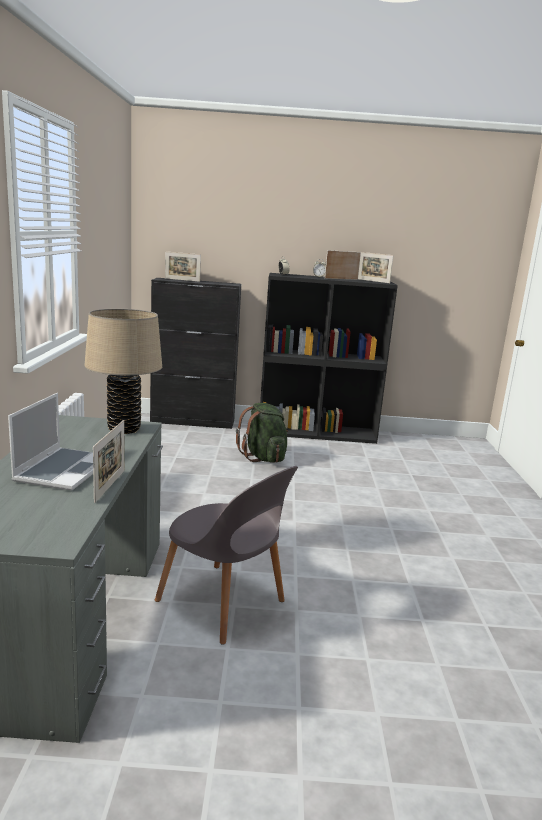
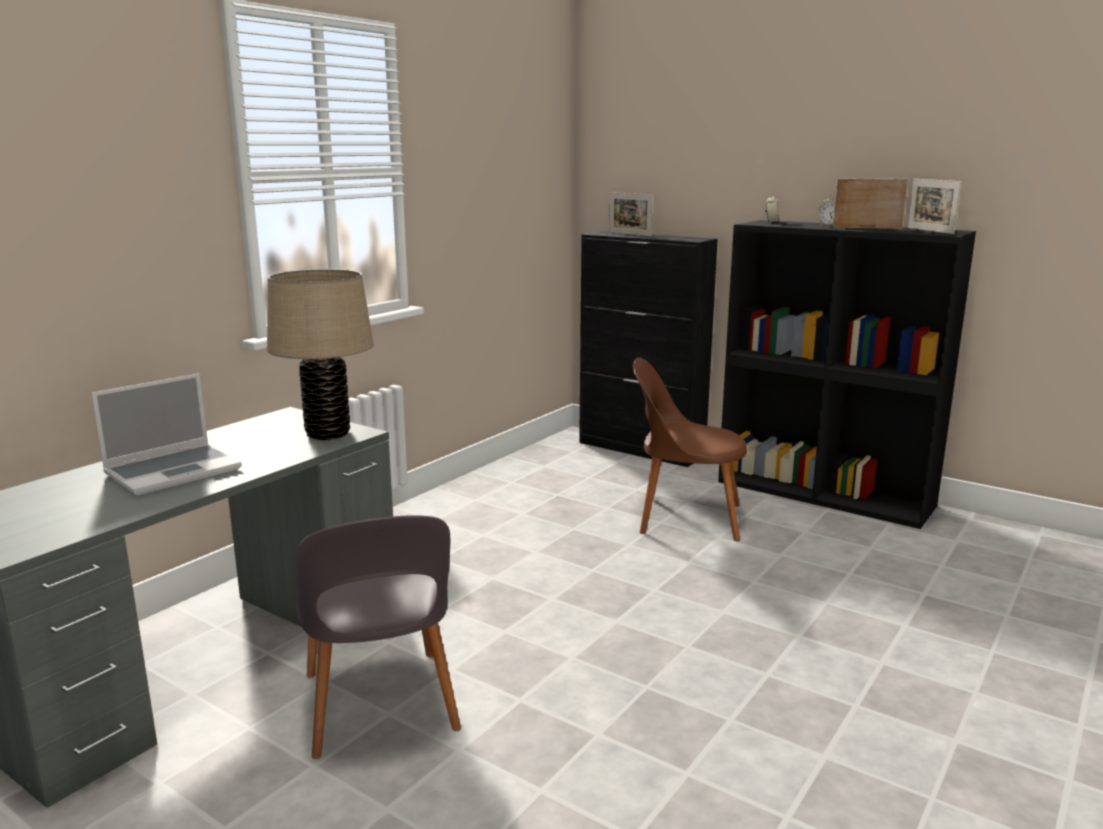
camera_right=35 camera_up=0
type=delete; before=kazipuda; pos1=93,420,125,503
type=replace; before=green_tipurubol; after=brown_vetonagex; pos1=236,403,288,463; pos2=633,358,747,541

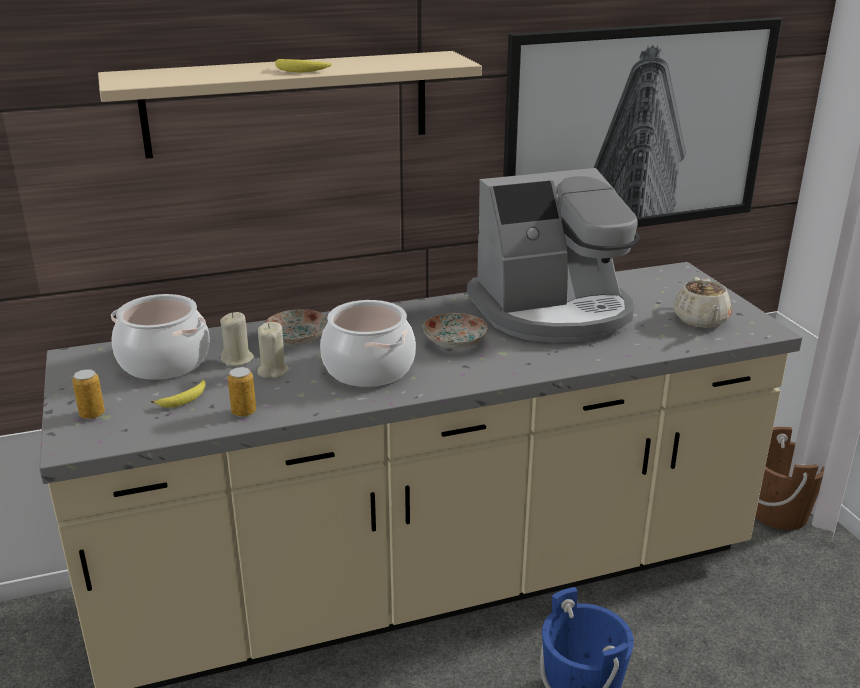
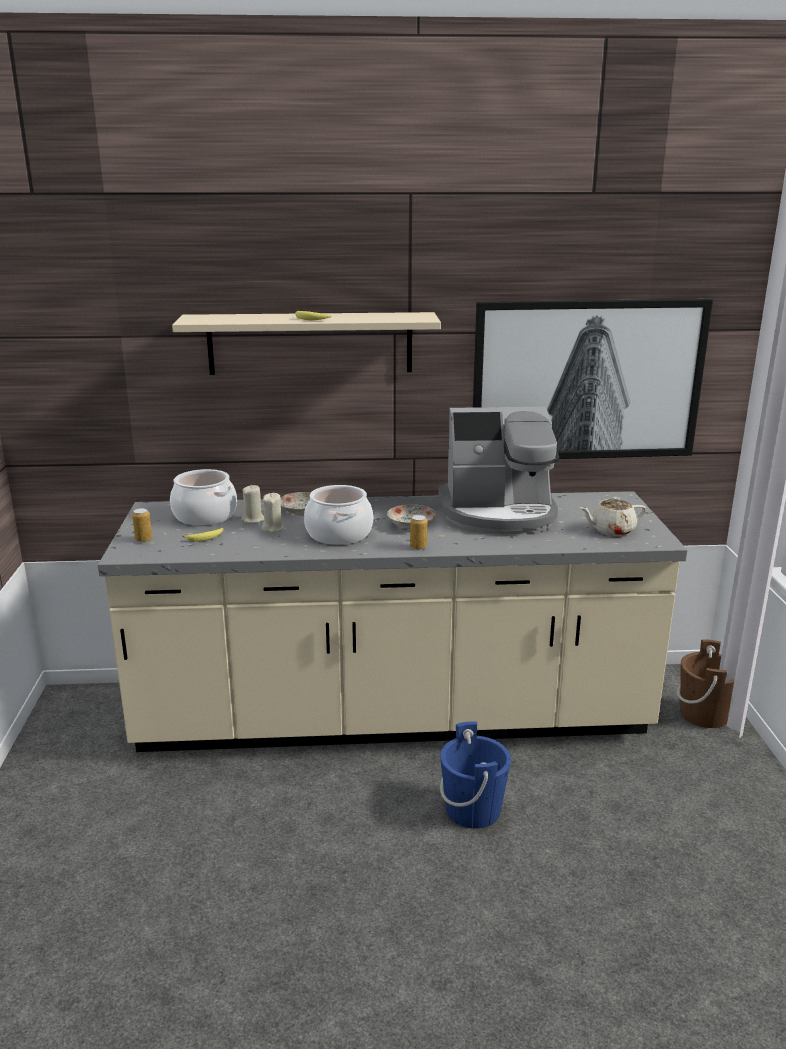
camera_right=15 camera_up=-5
type=move; before=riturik; pos1=228,367,256,417; pos2=410,515,427,550
type=rotate; before=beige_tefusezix; pos1=674,277,732,328; pos2=580,497,646,536; turn=60

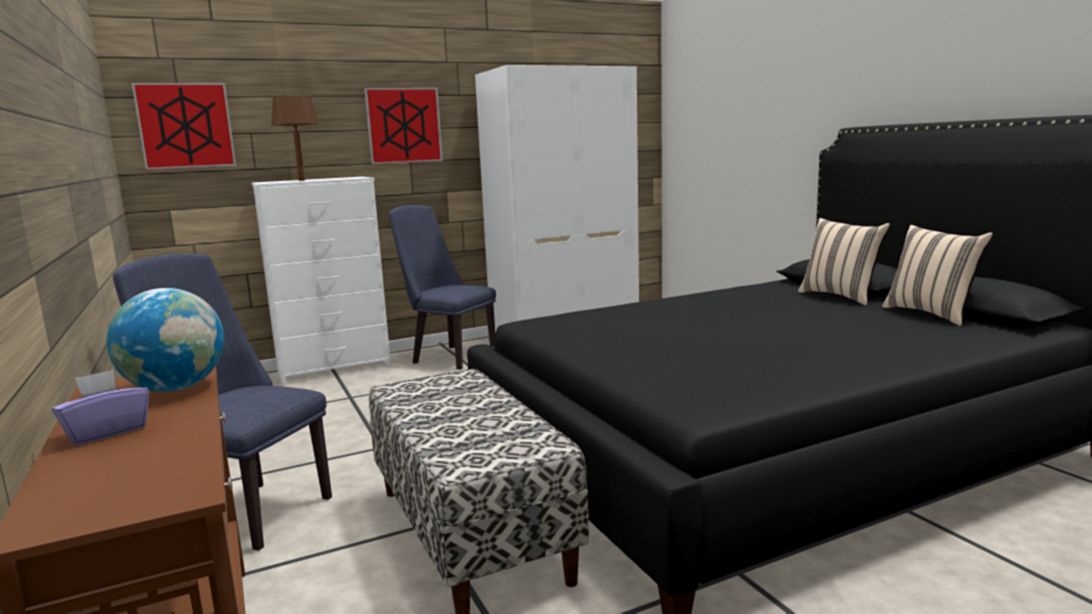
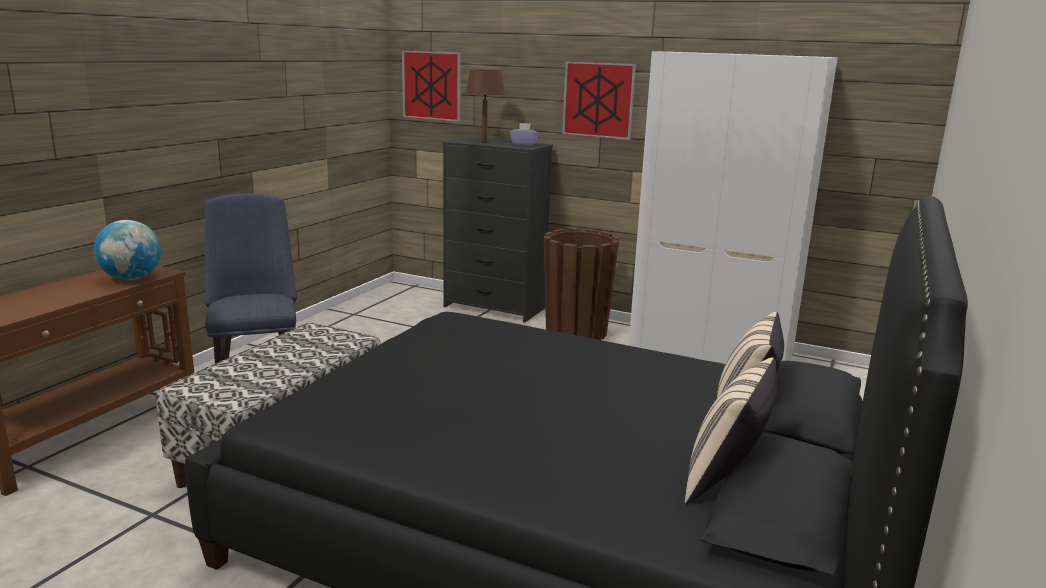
camera_right=50 camera_up=5
type=move; before=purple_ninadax; pos1=52,369,149,445; pos2=510,123,538,146
type=recolor; before=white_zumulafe; after=black_zumulafe; pos1=252,177,391,385; pos2=443,137,553,323
type=replace; before=blue_vetonagex; after=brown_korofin; pos1=389,205,496,370; pos2=544,229,619,340

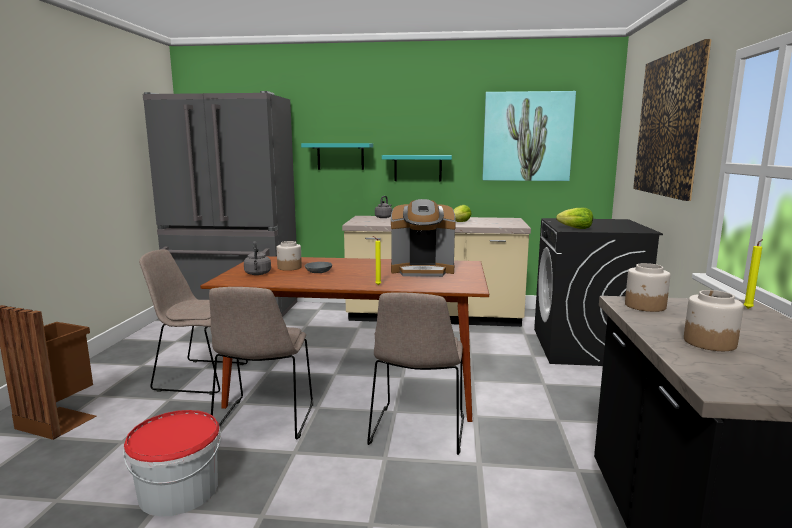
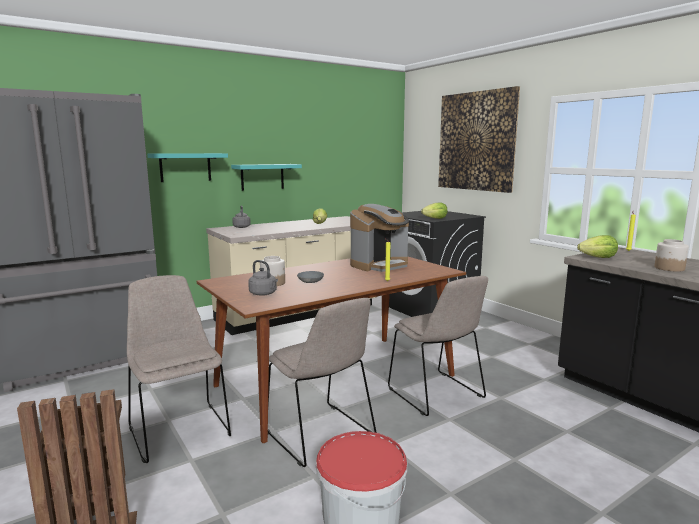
camera_right=-40 camera_up=0
type=rotate; before=beige_vetonagex; pos1=139,250,248,395; pos2=127,275,231,463; turn=90
type=delete; before=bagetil; pos1=482,91,576,181
type=replace; before=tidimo; after=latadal; pos1=625,263,670,312; pos2=577,235,618,258

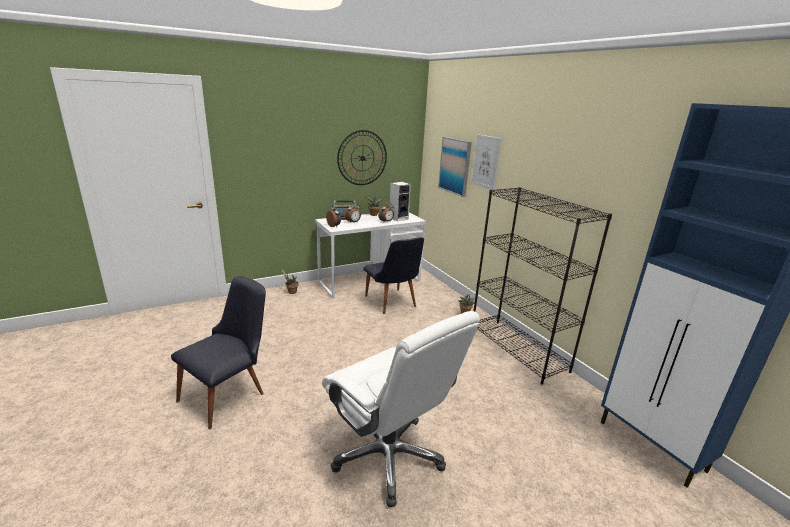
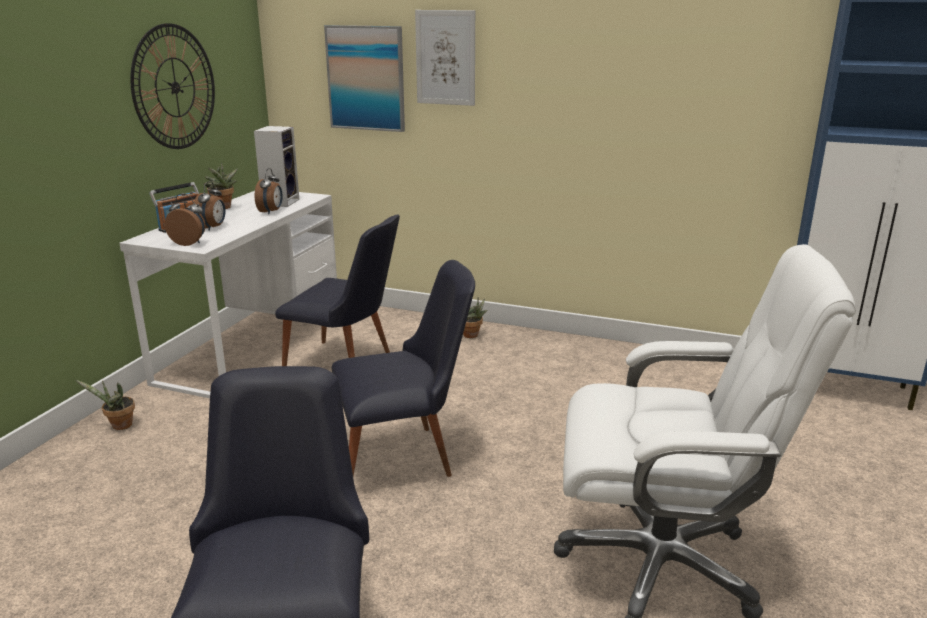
camera_right=-40 camera_up=0
type=delete; before=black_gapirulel; pos1=474,187,612,384
type=insert; after=black_vetonagex; pos2=332,260,475,477

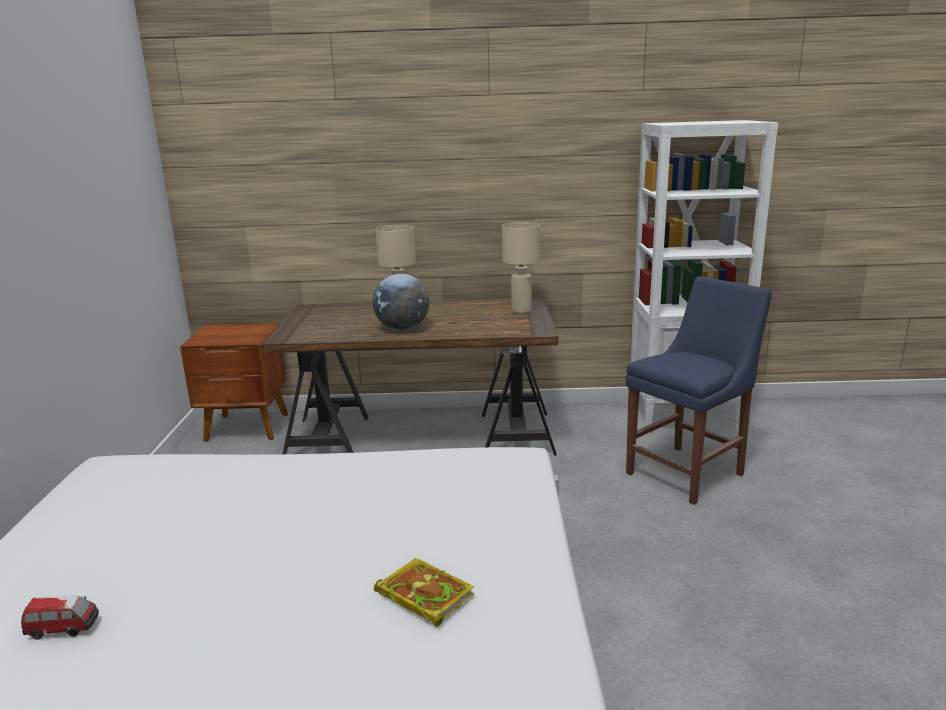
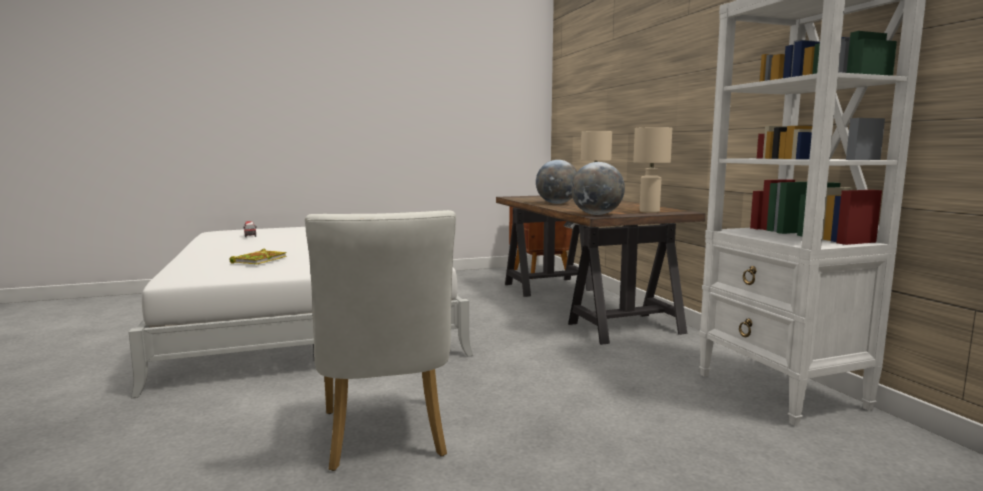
camera_right=70 camera_up=-10
type=delete; before=blue_vetonagex; pos1=625,276,772,505
type=insert; after=white_vetonagex; pos2=305,210,456,471
type=insert; after=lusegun; pos2=571,162,625,215

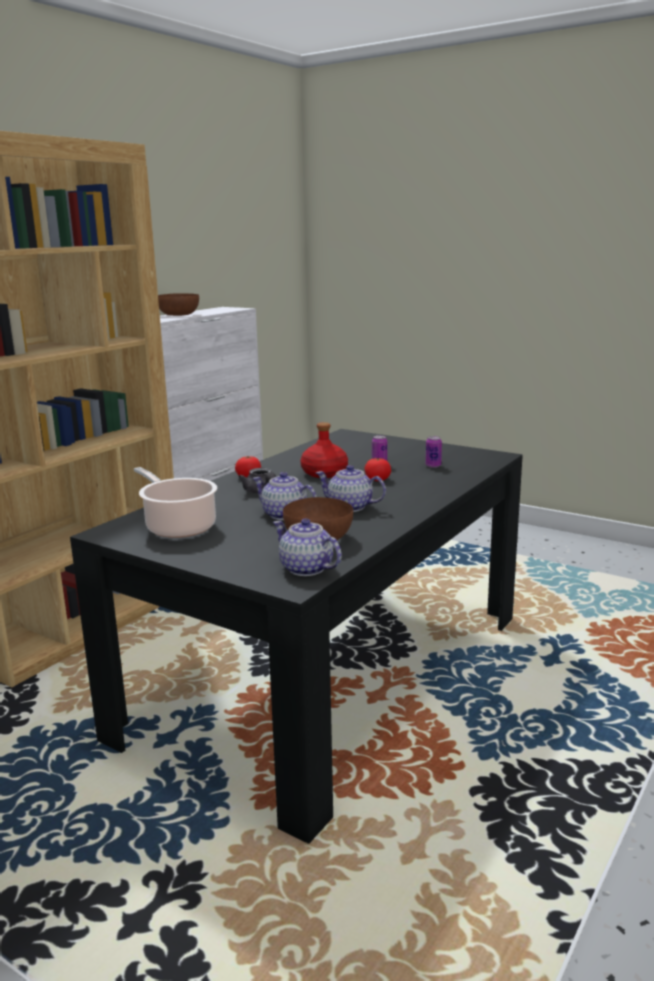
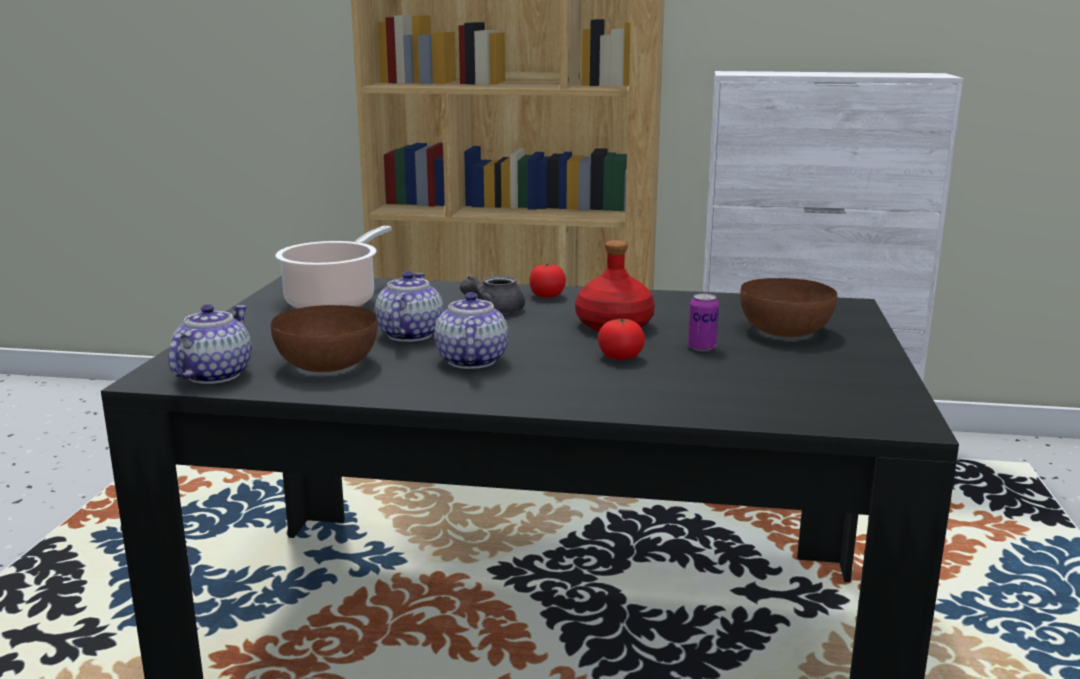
camera_right=65 camera_up=0
type=move; before=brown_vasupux; pos1=158,293,199,316; pos2=740,278,837,337
type=delete; before=riturik; pos1=426,436,442,468

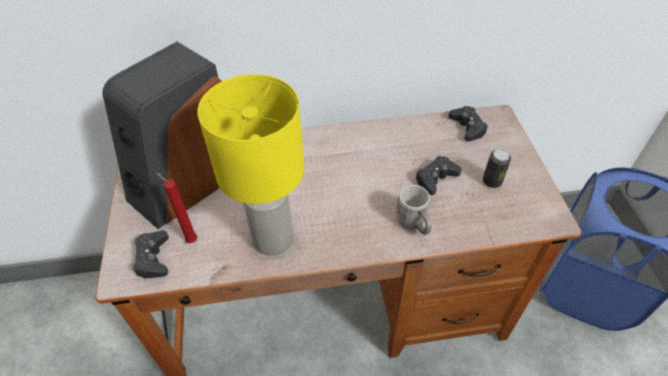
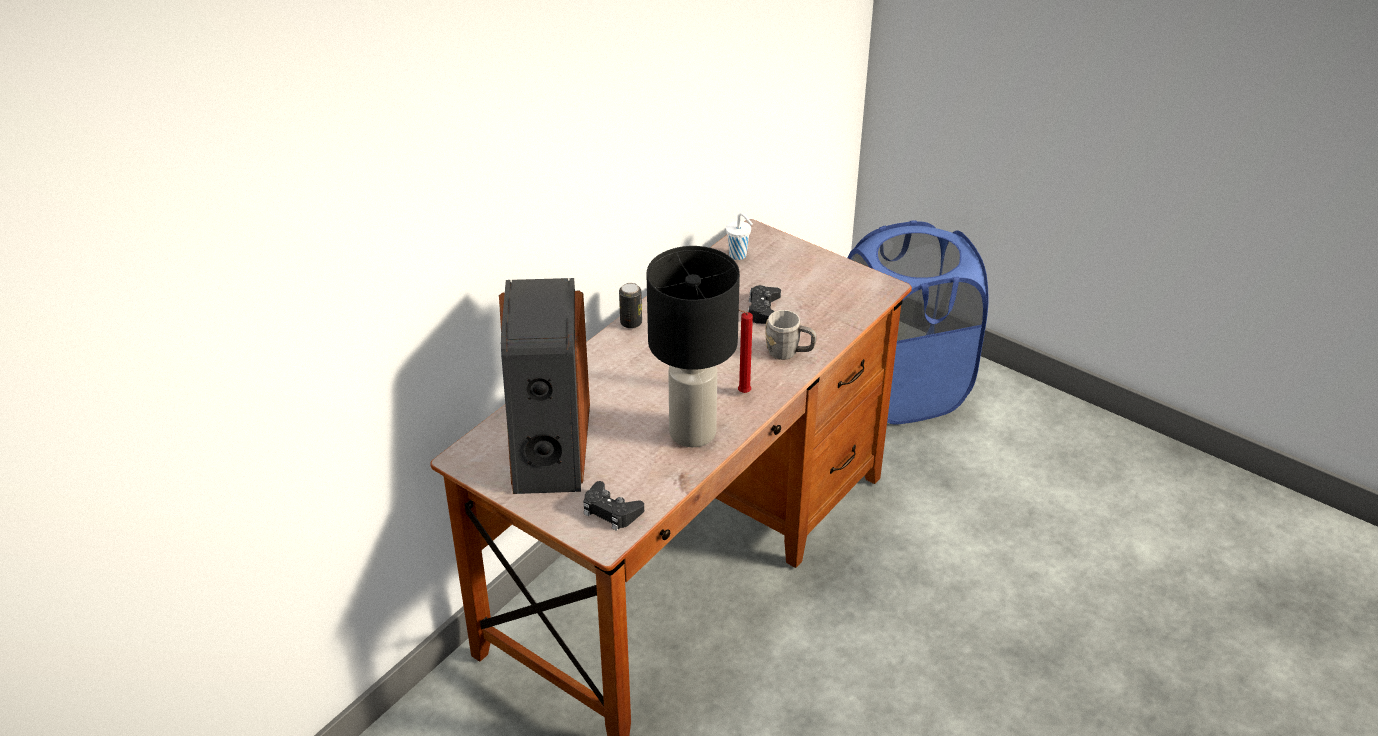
camera_right=-45 camera_up=-10
type=move; before=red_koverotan; pos1=156,172,197,243; pos2=738,309,753,393
type=recolor; before=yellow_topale; after=black_topale; pos1=197,74,304,255; pos2=647,246,740,447
type=replace; before=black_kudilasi; after=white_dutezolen; pos1=448,106,488,142; pos2=726,213,753,260
type=move; before=riturik; pos1=483,149,511,188; pos2=619,283,642,329

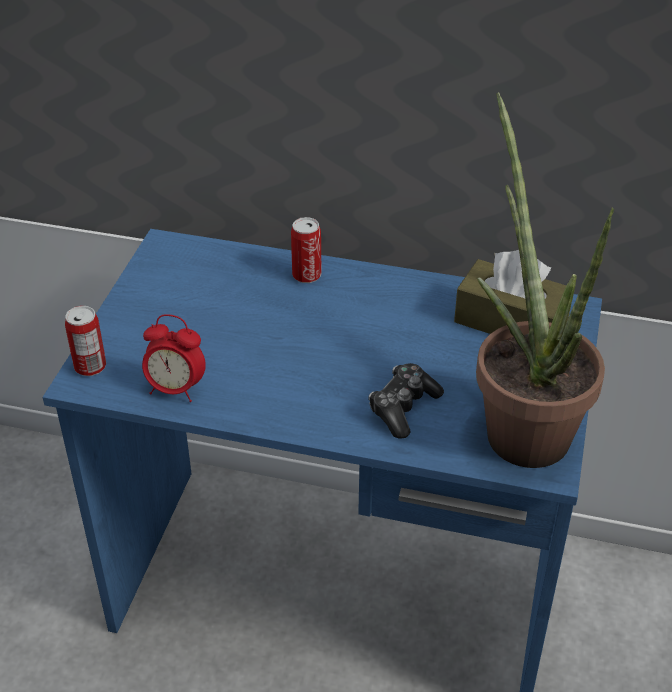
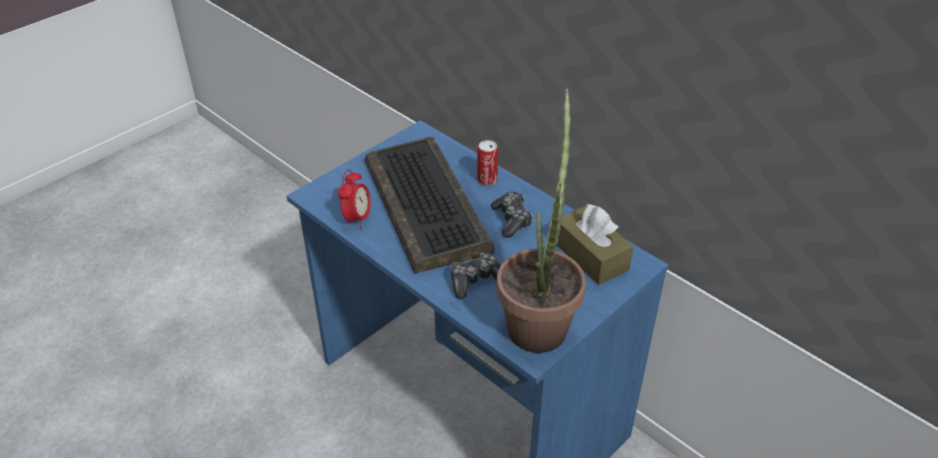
camera_right=30 camera_up=0
type=delete; before=riturik; pos1=65,306,106,376
type=rotate; before=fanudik; pos1=142,314,206,402; pos2=338,169,371,228; turn=-120
type=insert; after=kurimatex; pos2=365,137,494,273
type=insert; after=kudilasi; pos2=491,191,533,238

